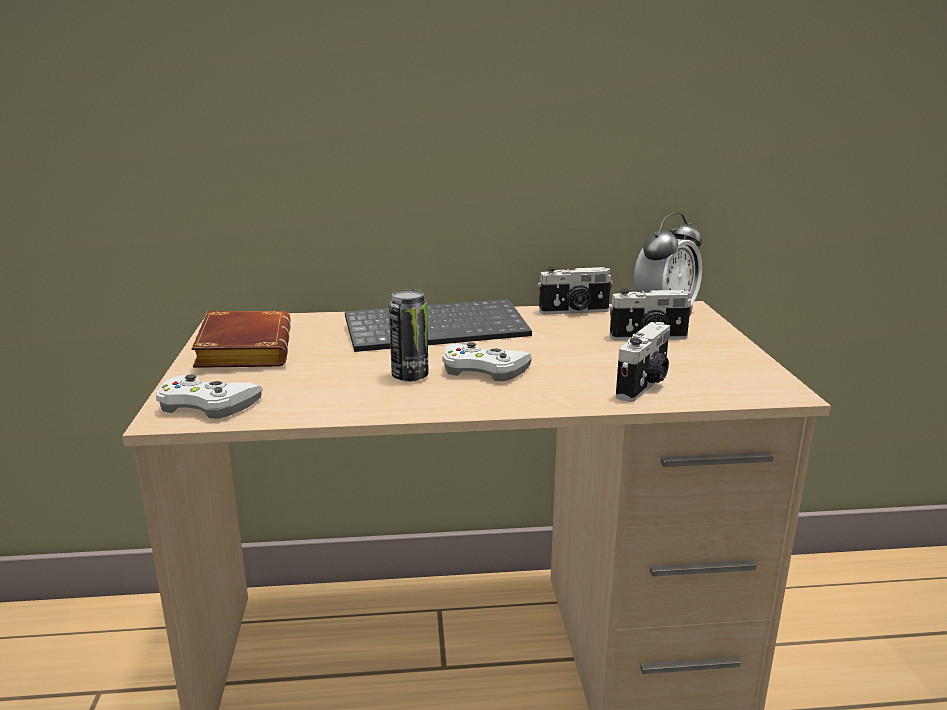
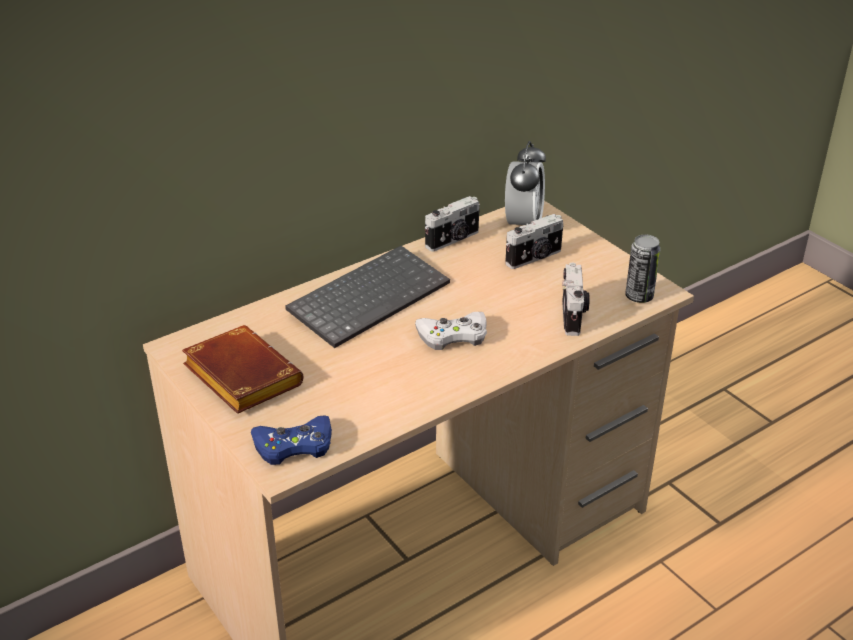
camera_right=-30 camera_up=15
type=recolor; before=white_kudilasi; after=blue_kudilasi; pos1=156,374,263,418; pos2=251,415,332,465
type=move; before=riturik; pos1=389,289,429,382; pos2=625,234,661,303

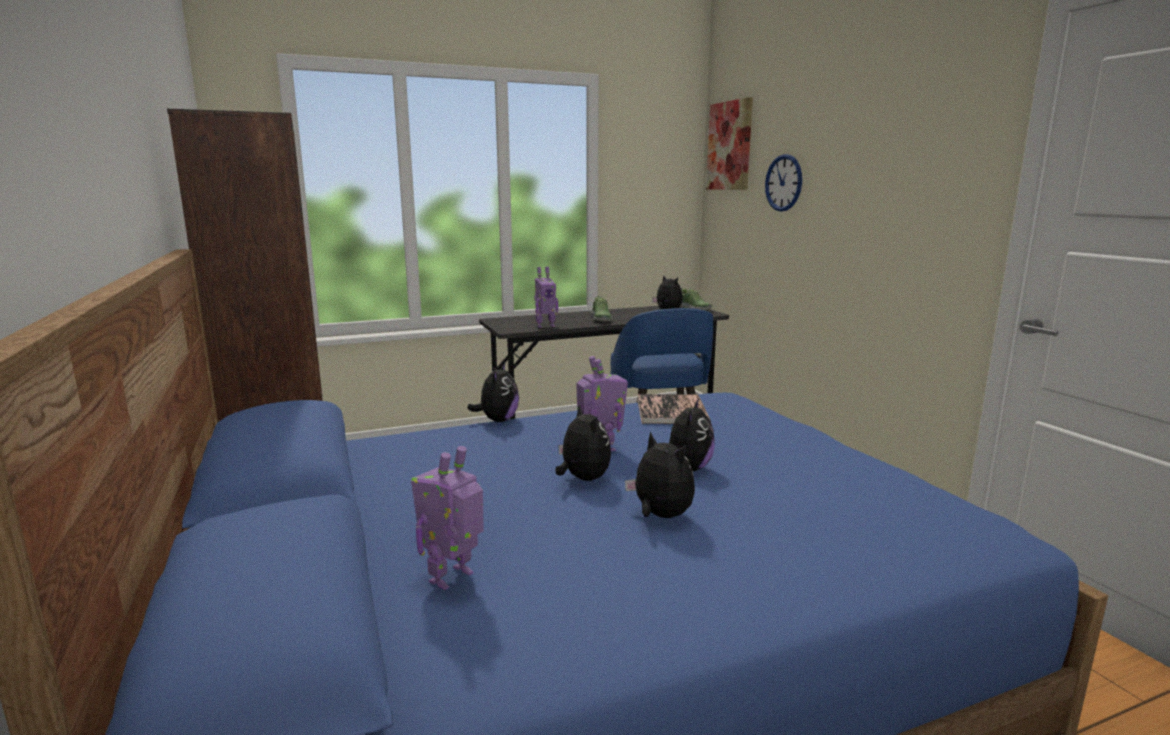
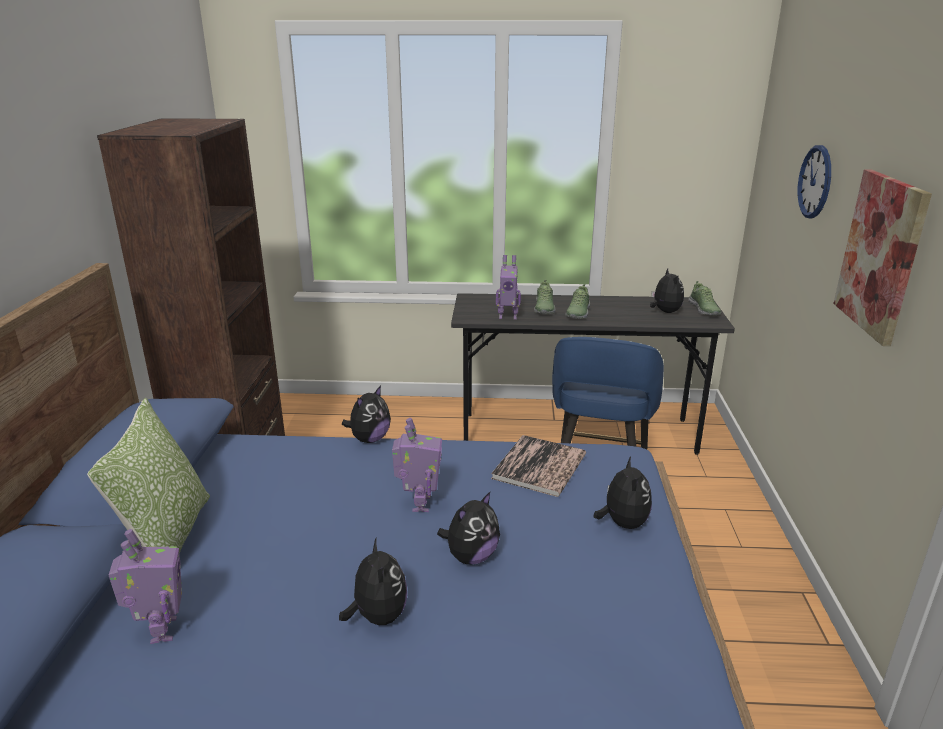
camera_right=25 camera_up=10
type=rotate; before=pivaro; pos1=411,446,484,590; pos2=109,529,182,644; turn=105
type=move; before=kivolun; pos1=555,404,611,481; pos2=594,456,652,529
type=move; before=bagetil; pos1=706,97,753,190; pos2=833,169,932,346
type=insert; after=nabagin; pos2=87,398,210,554
type=insert; after=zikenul; pos2=534,280,556,314

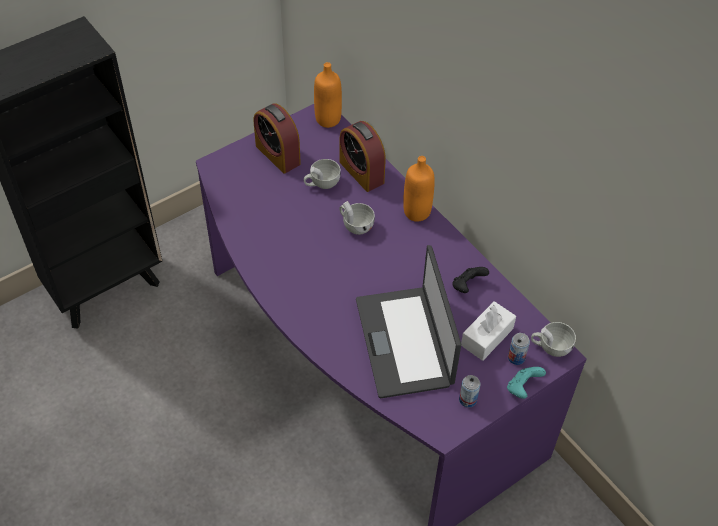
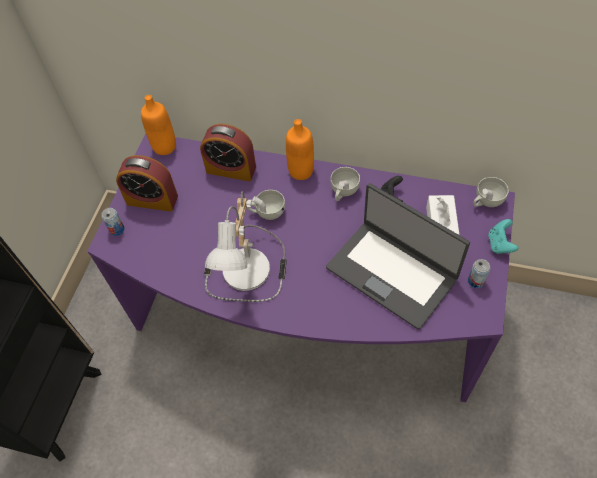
camera_right=-35 camera_up=5
type=move; before=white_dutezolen; pos1=304,159,341,189; pos2=330,167,360,201
type=move; before=riturik; pos1=508,333,530,365; pos2=101,208,125,236
type=insert; after=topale; pos2=204,191,287,302

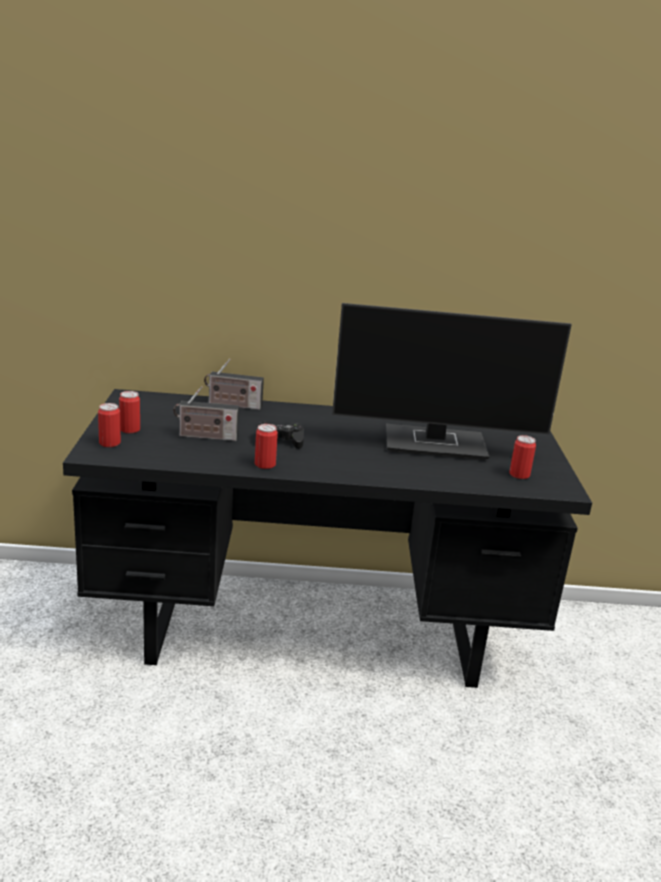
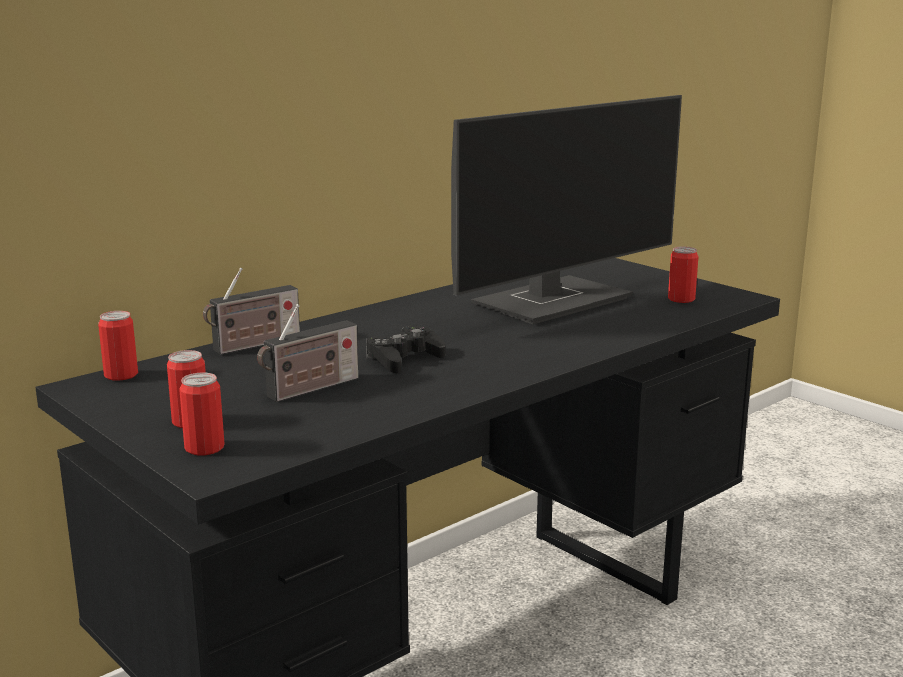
camera_right=-40 camera_up=-5
type=move; before=riturik; pos1=255,424,278,469; pos2=98,311,138,381

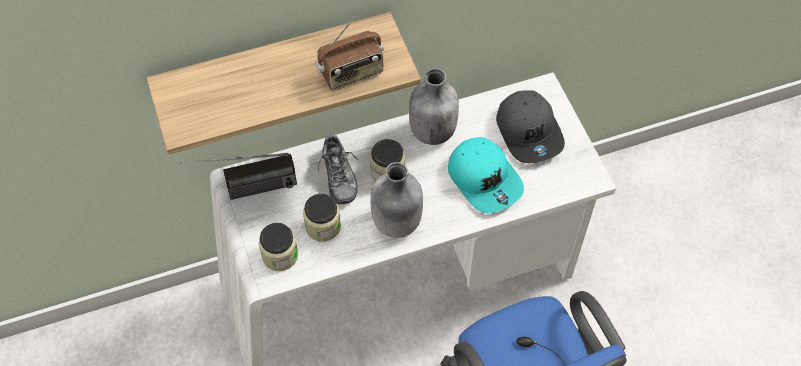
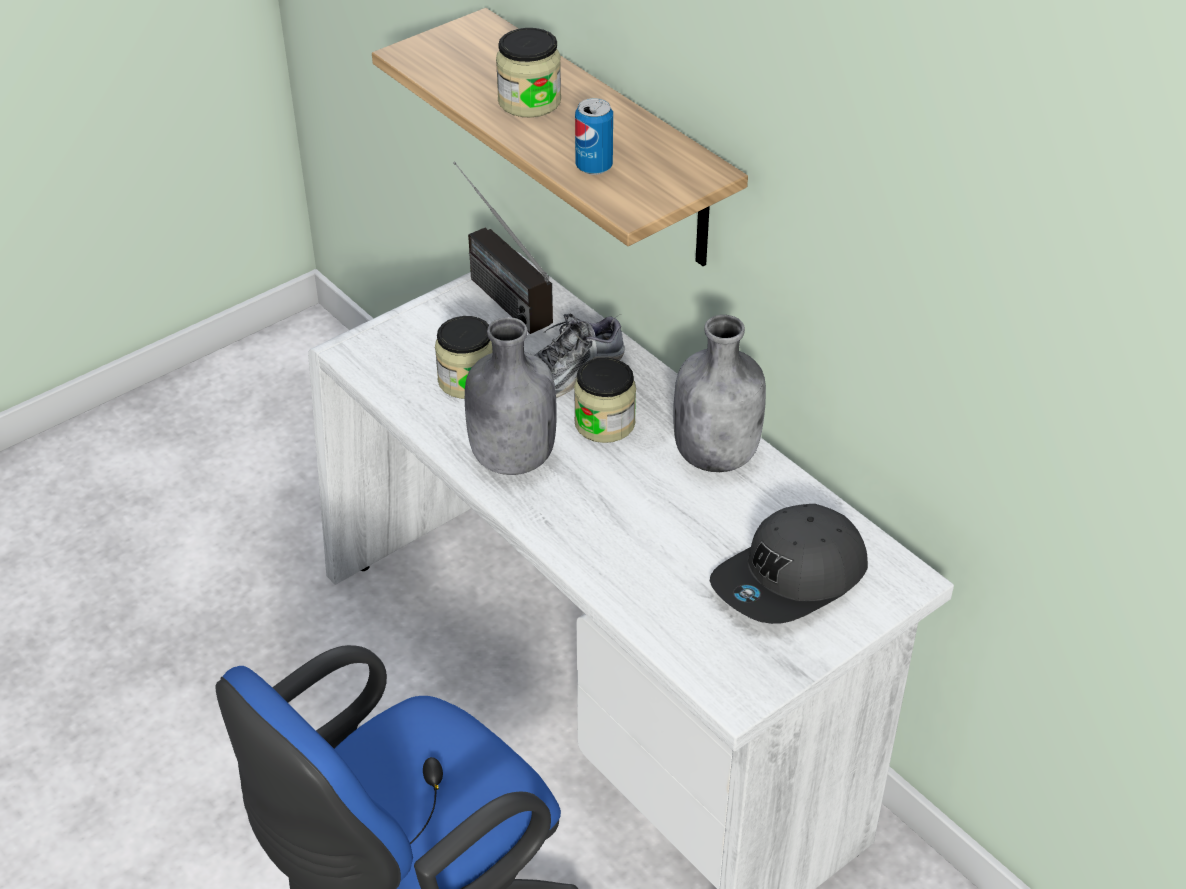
camera_right=70 camera_up=-15
type=move; before=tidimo; pos1=259,223,298,271; pos2=496,28,561,118
type=replace; before=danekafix; after=riturik; pos1=316,17,384,90; pos2=575,98,613,175
type=delete; before=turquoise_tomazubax; pos1=448,137,524,214

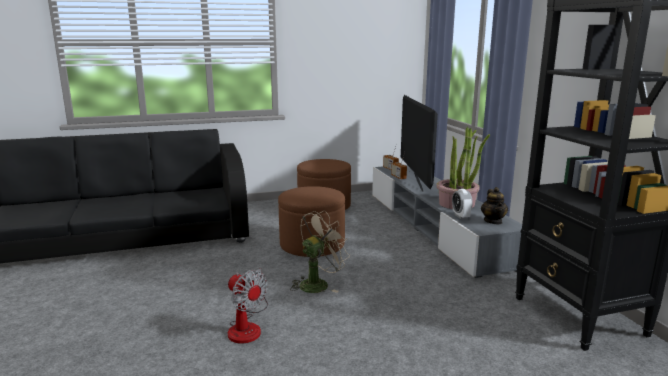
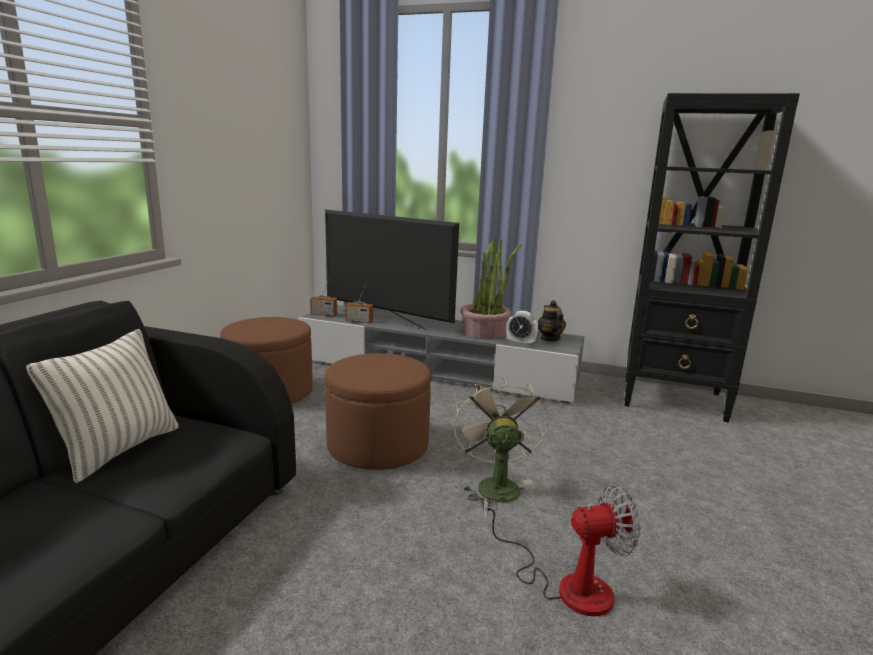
camera_right=-55 camera_up=0
type=rotate; before=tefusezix; pos1=481,187,508,224; pos2=538,300,566,341; turn=-135
type=insert; after=nabagin; pos2=26,329,179,483

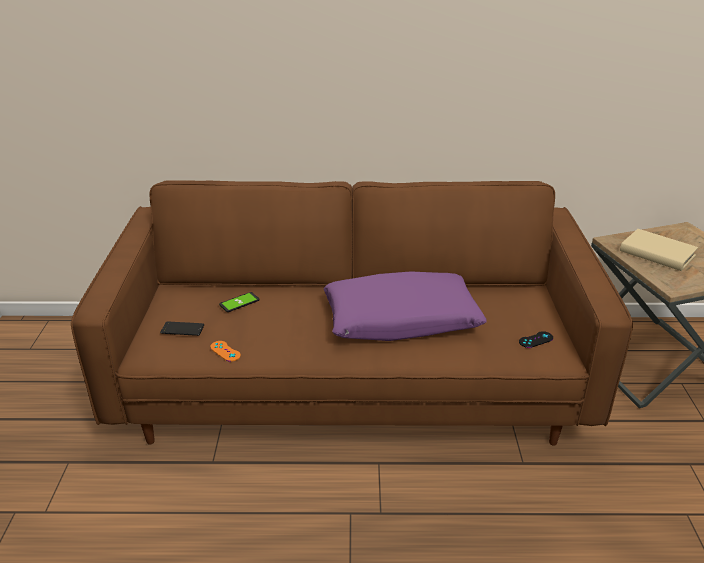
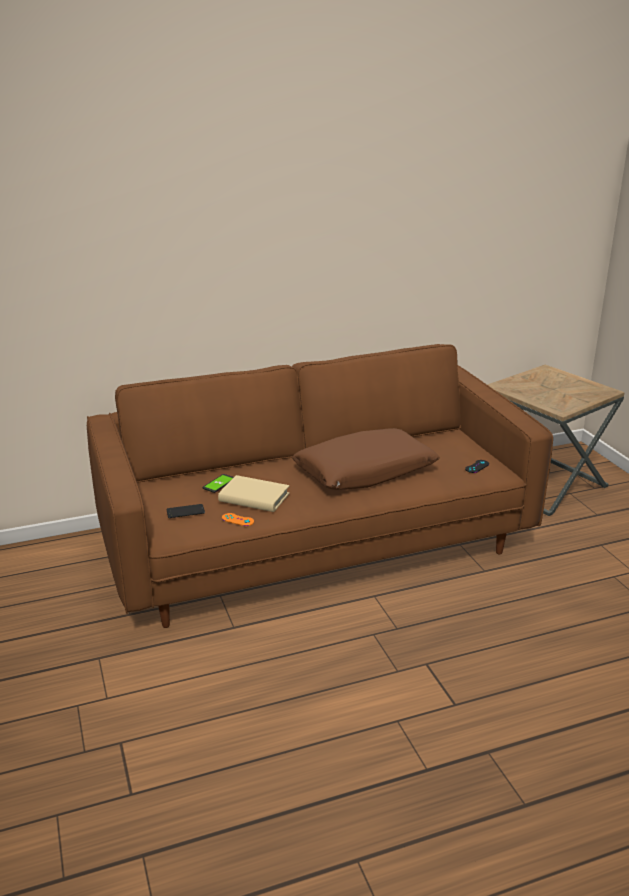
camera_right=-20 camera_up=-5
type=recolor; before=purple_nabagin; after=brown_nabagin; pos1=324,271,487,341; pos2=292,428,440,490
type=move; before=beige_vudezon; pos1=620,229,698,271; pos2=218,475,290,512

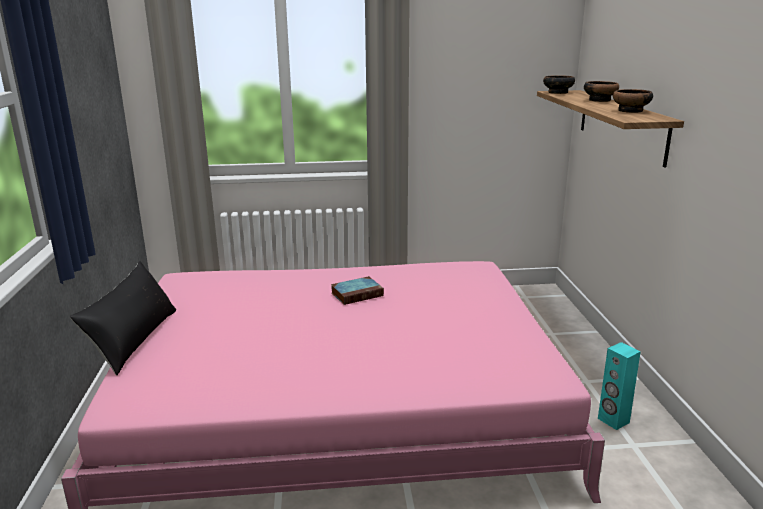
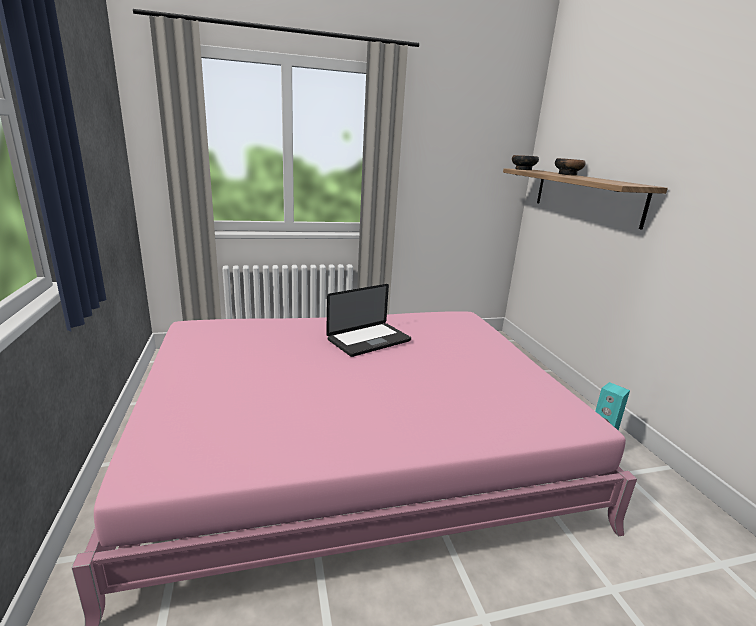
camera_right=-10 camera_up=0
type=delete; before=black_nabagin; pos1=70,261,176,375
type=replace; before=vudezon; after=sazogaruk; pos1=331,276,384,305; pos2=326,284,411,357
type=delete; before=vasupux; pos1=613,89,653,113

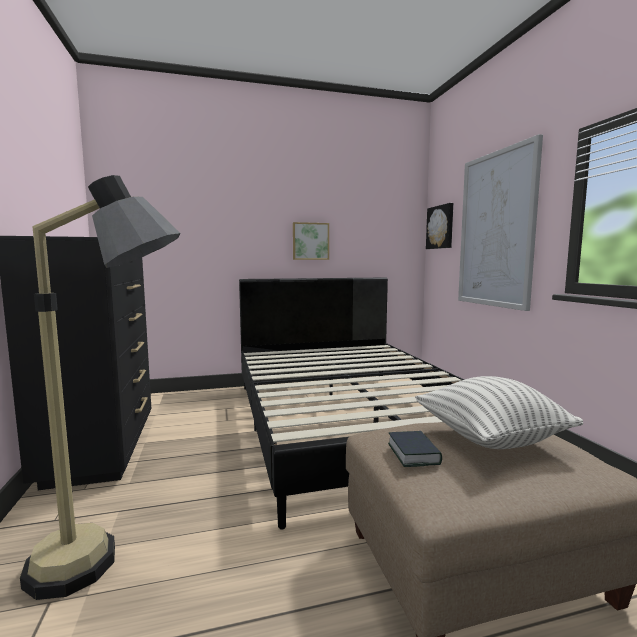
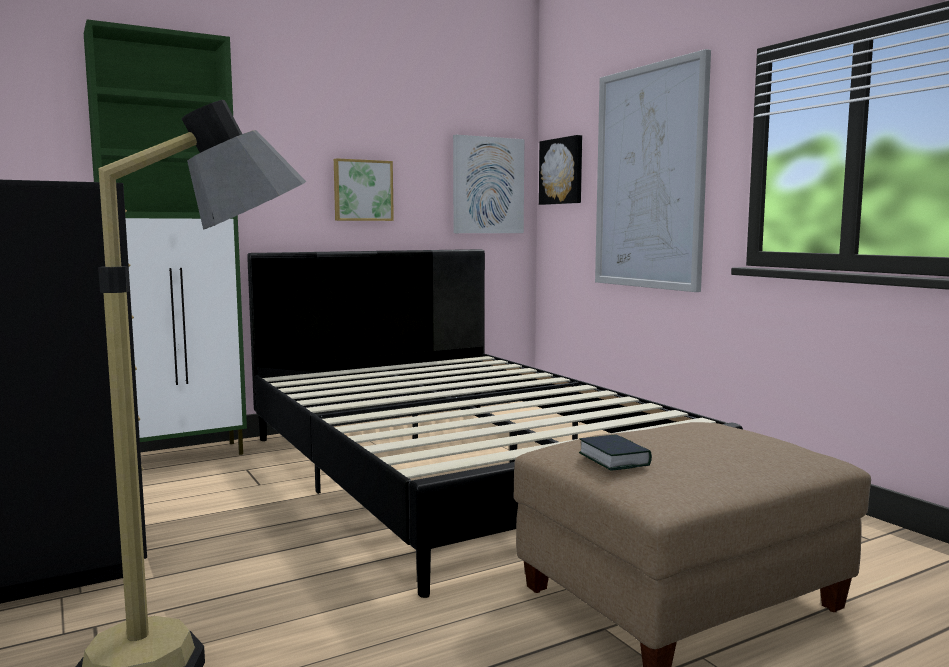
camera_right=-15 camera_up=0
type=delete; before=nabagin; pos1=415,376,583,449
type=insert; after=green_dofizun; pos2=84,19,247,455
type=insert; after=bagetil; pos2=453,135,524,233

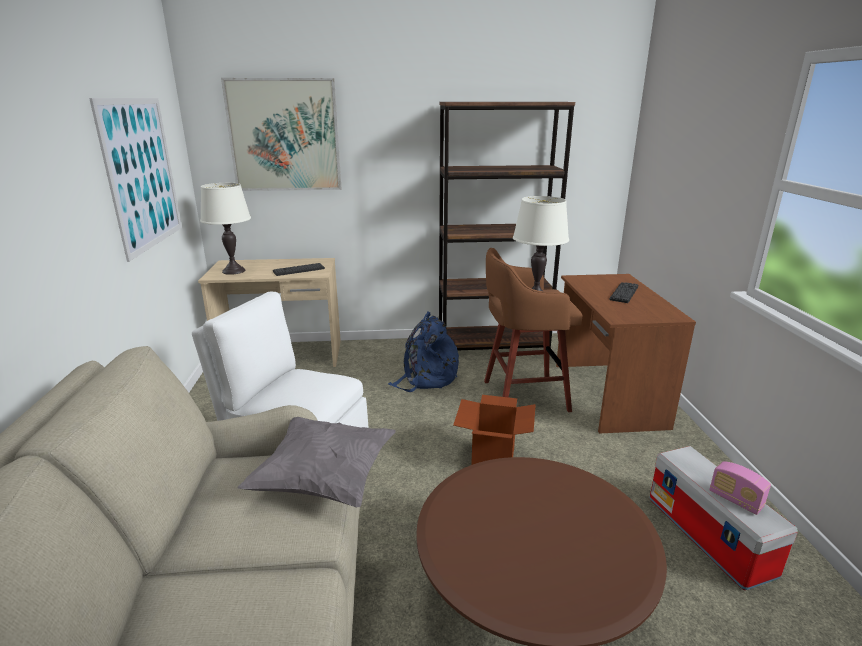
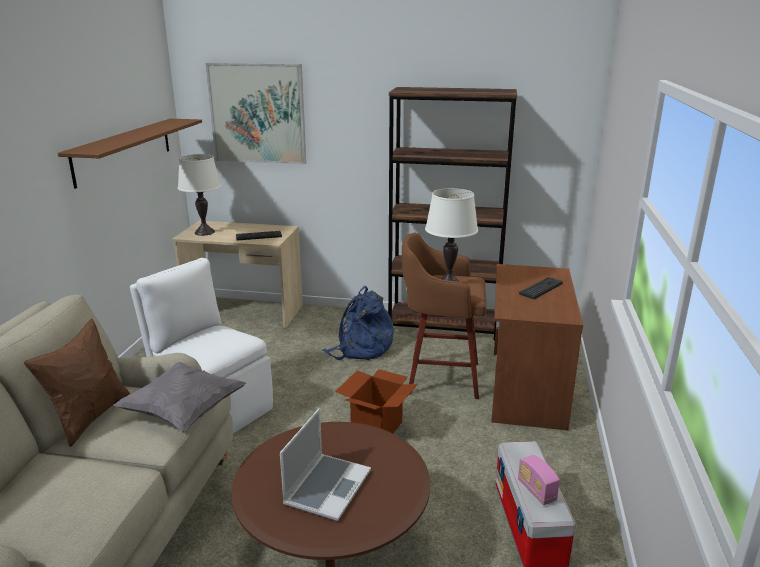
camera_right=15 camera_up=0
type=replace; before=bagetil; after=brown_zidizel; pos1=89,98,182,262; pos2=58,119,202,189
type=insert; after=brown_nabagin; pos2=24,318,130,447
type=insert; after=sazogaruk; pos2=280,408,371,521

